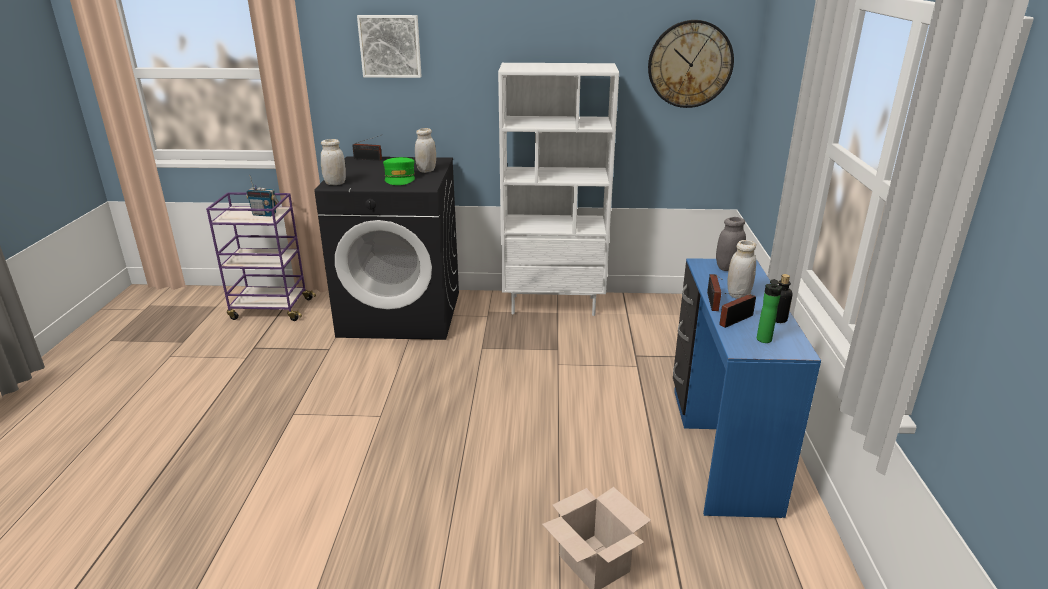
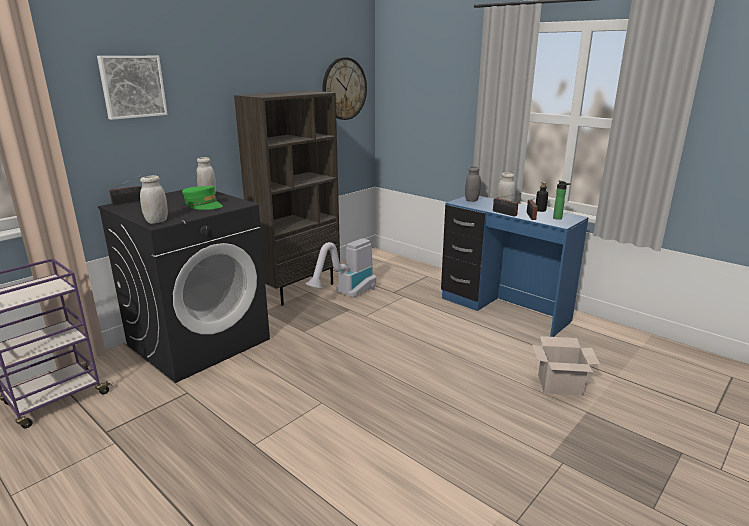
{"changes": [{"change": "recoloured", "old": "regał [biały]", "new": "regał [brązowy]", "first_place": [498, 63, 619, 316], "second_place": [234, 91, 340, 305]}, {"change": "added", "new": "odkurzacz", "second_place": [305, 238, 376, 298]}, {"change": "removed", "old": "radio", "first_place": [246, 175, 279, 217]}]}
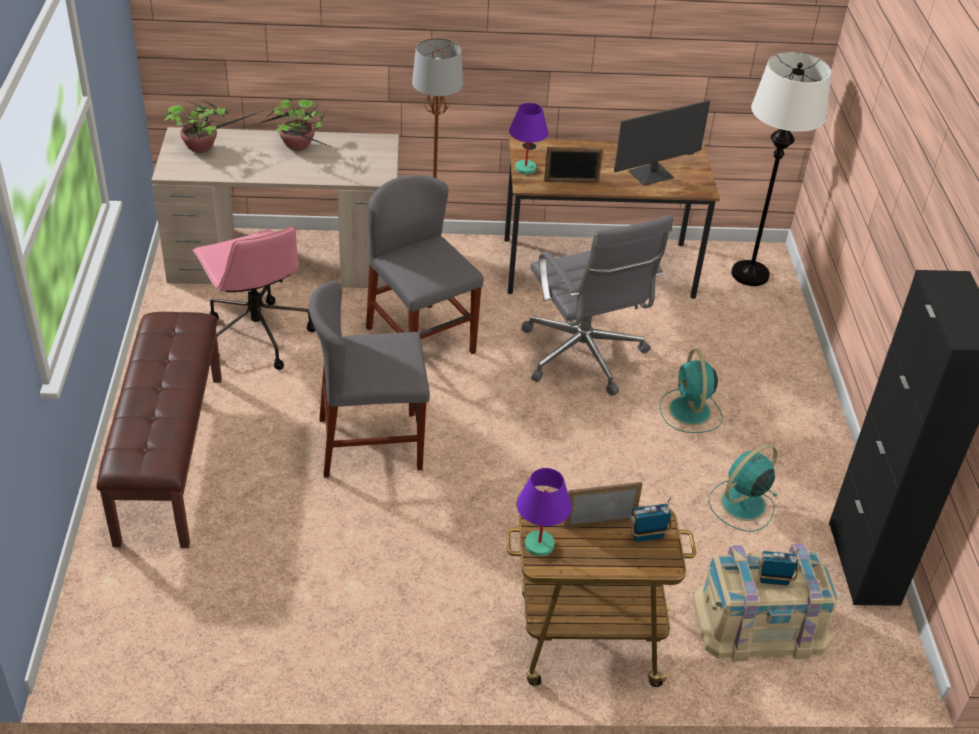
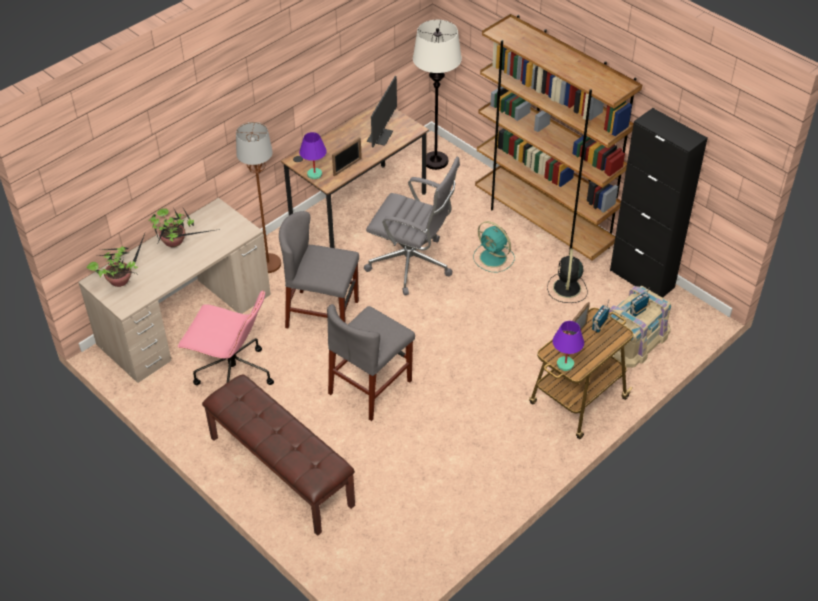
{"changes": [{"change": "added", "new": "regał [brązowy]", "second_place": [475, 13, 642, 261]}, {"change": "recoloured", "old": "wentylator [turkusowy]", "new": "wentylator [czarny]", "first_place": [708, 444, 777, 532], "second_place": [547, 249, 588, 303]}]}
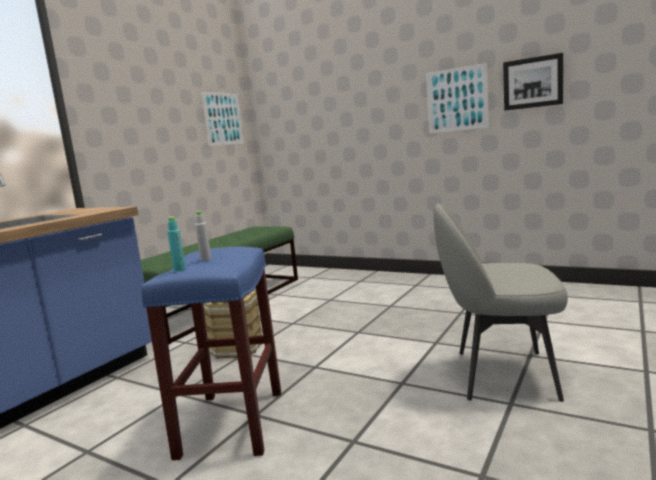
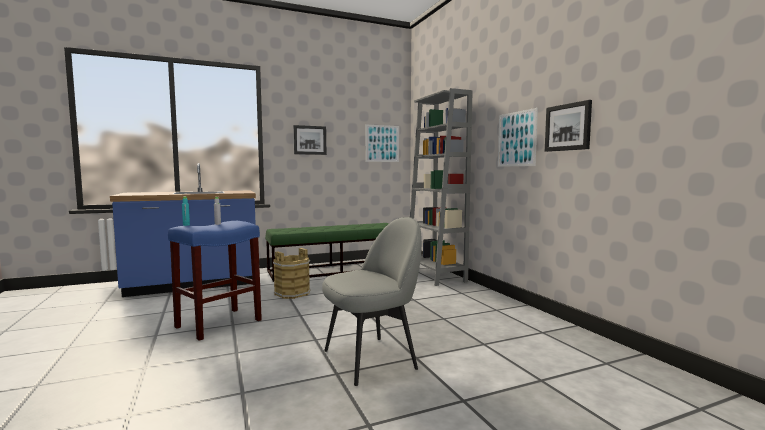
{"changes": [{"change": "added", "new": "obraz", "second_place": [293, 125, 327, 155]}, {"change": "turned", "old": "krzesło [szary]", "first_place": [433, 203, 568, 402], "second_place": [322, 217, 422, 386], "degrees": 105}, {"change": "added", "new": "regał [szary]", "second_place": [410, 88, 472, 286]}]}
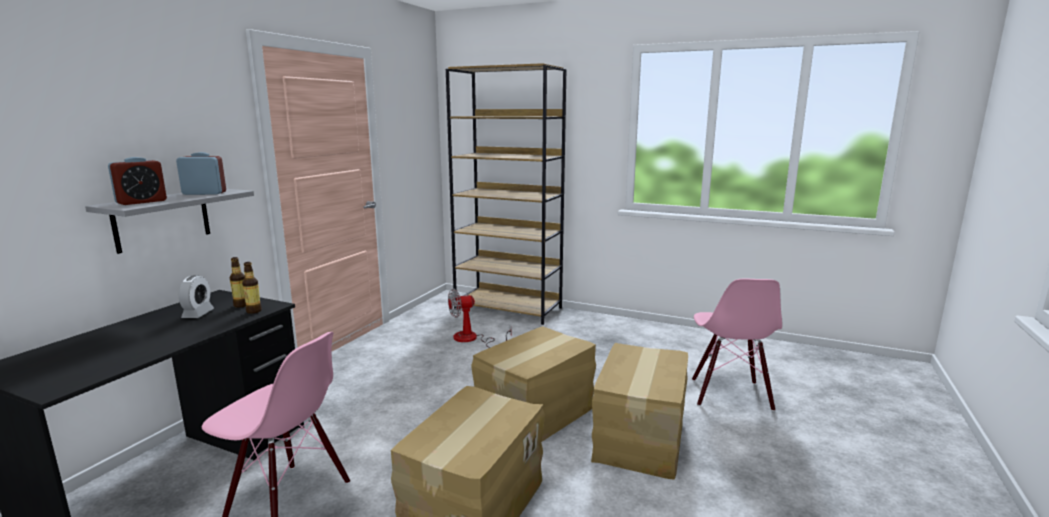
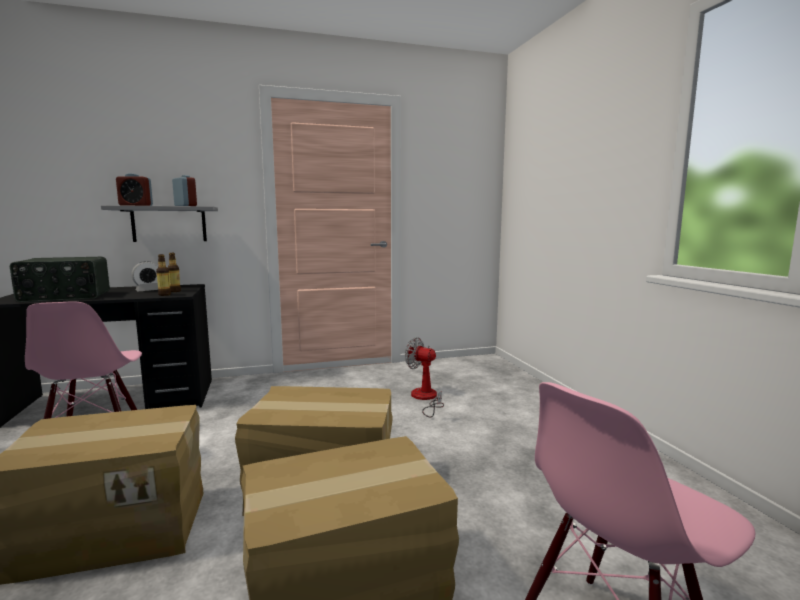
{"changes": [{"change": "added", "new": "radio", "second_place": [10, 257, 110, 302]}, {"change": "removed", "old": "regał [brązowy]", "first_place": [446, 63, 566, 325]}]}
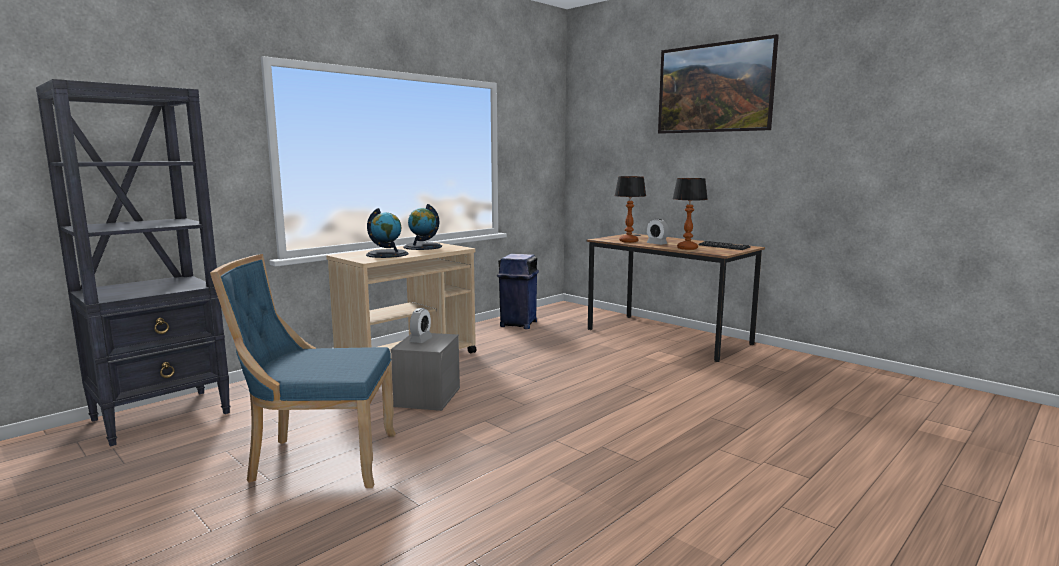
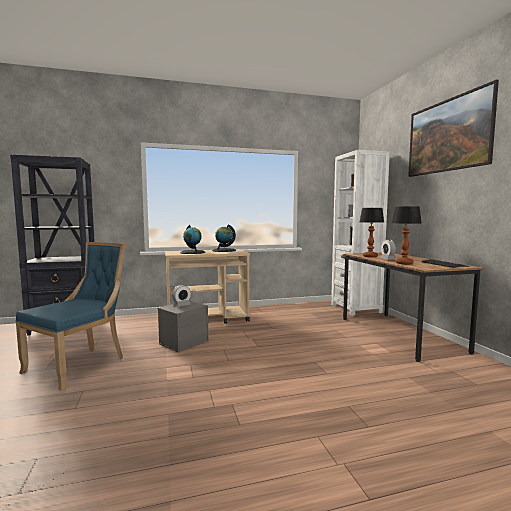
{"changes": [{"change": "turned", "old": "krzesło [niebieski]", "first_place": [210, 254, 396, 488], "second_place": [15, 242, 125, 391], "degrees": 90}, {"change": "added", "new": "regał [biały]", "second_place": [331, 150, 390, 316]}, {"change": "removed", "old": "kosz na śmieci [niebieski]", "first_place": [497, 254, 539, 329]}]}
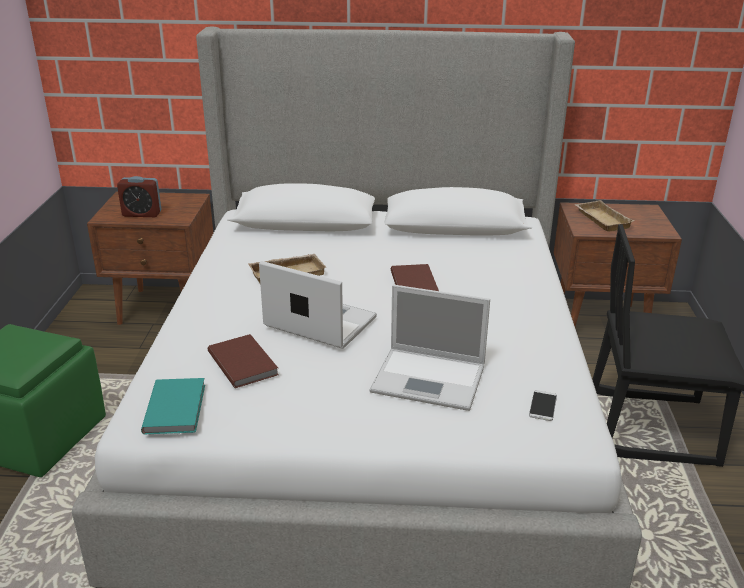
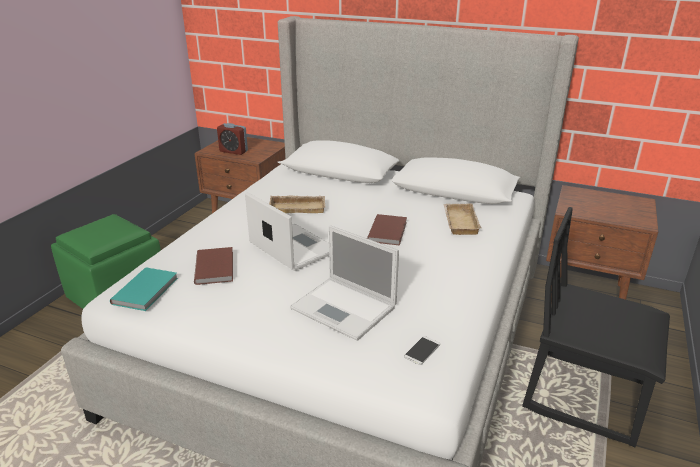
{"changes": [{"change": "moved", "old": "taca [beżowy]", "first_place": [575, 200, 635, 232], "second_place": [443, 203, 482, 235]}]}
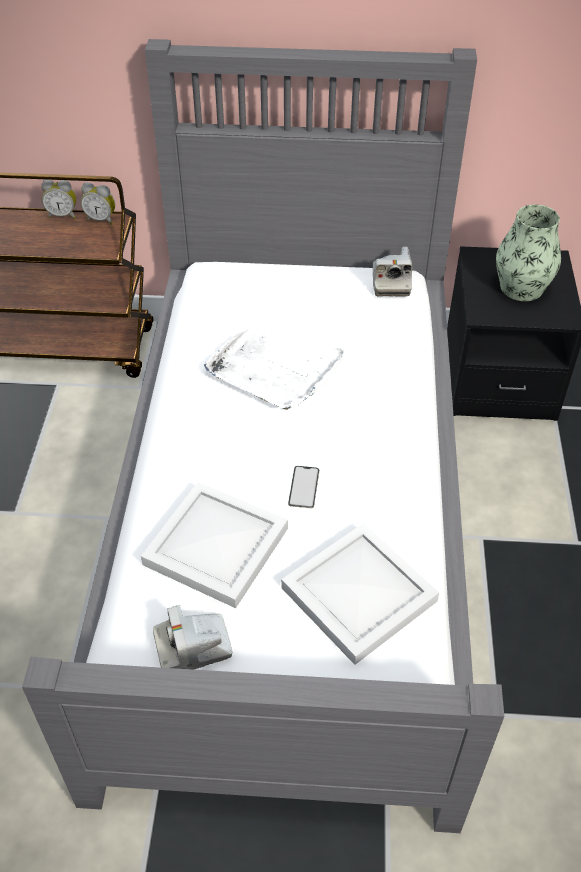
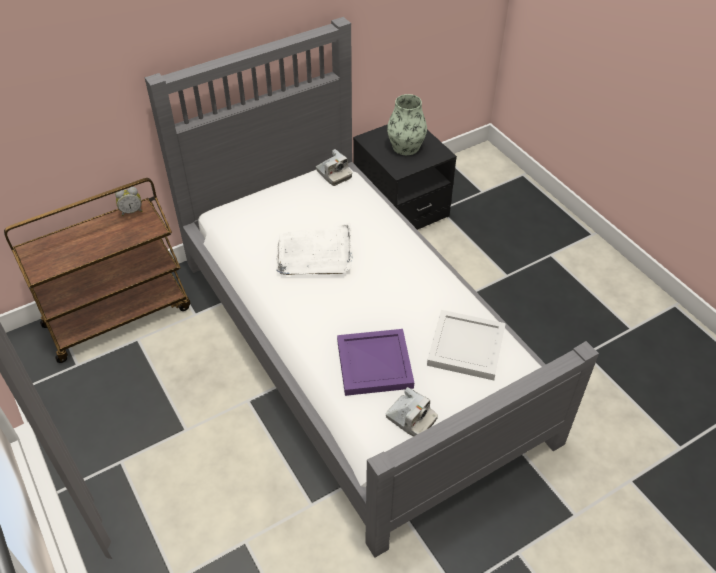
{"changes": [{"change": "recoloured", "old": "taca [biały]", "new": "taca [fioletowy]", "first_place": [141, 482, 288, 608], "second_place": [337, 329, 414, 396]}, {"change": "turned", "old": "aparat fotograficzny", "first_place": [153, 605, 232, 670], "second_place": [386, 387, 438, 437], "degrees": -90}, {"change": "removed", "old": "budzik", "first_place": [41, 179, 76, 219]}, {"change": "removed", "old": "telefon", "first_place": [288, 466, 319, 508]}]}
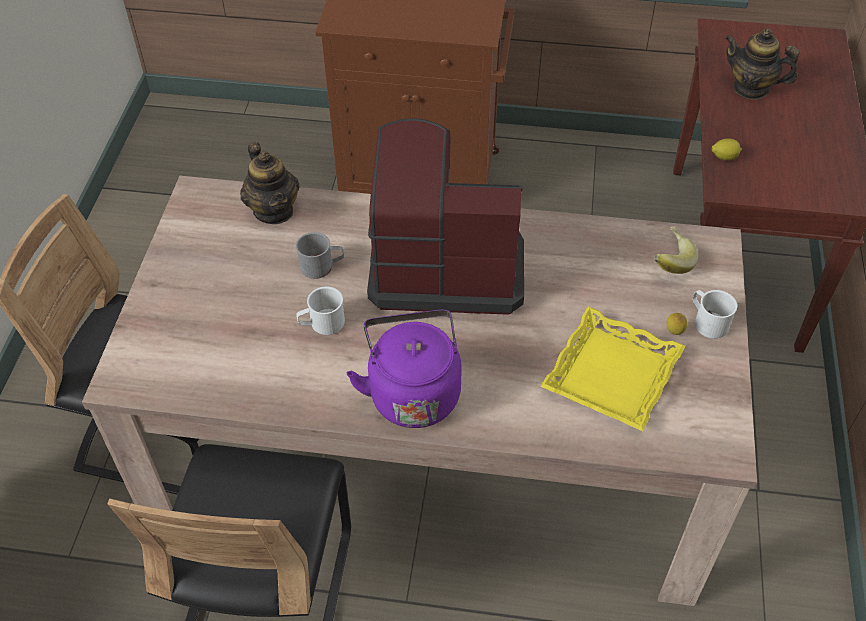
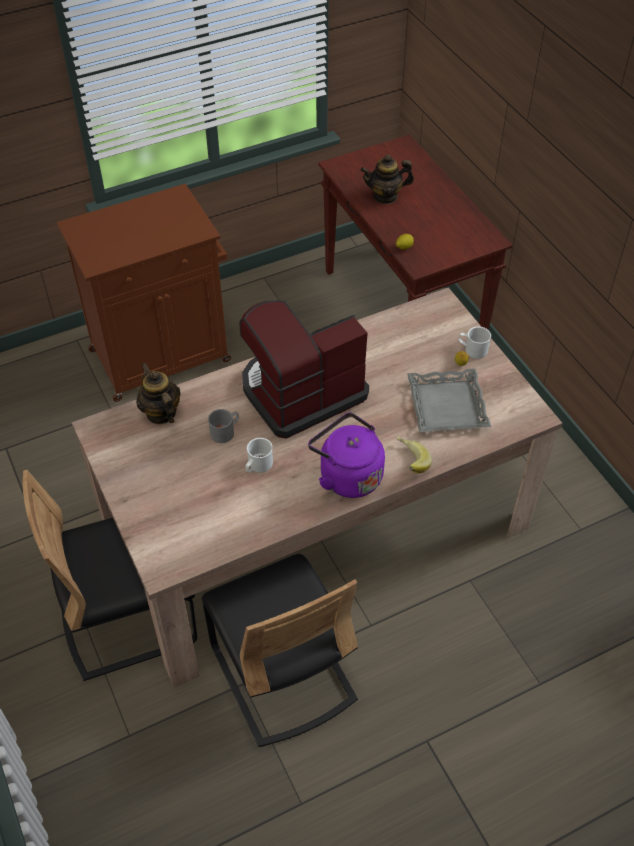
{"changes": [{"change": "turned", "old": "imbryk", "first_place": [240, 142, 299, 224], "second_place": [136, 363, 180, 424], "degrees": -150}, {"change": "moved", "old": "banan", "first_place": [654, 226, 699, 274], "second_place": [397, 436, 432, 474]}, {"change": "recoloured", "old": "taca [żółty]", "new": "taca [szary]", "first_place": [540, 306, 685, 431], "second_place": [407, 368, 491, 432]}]}
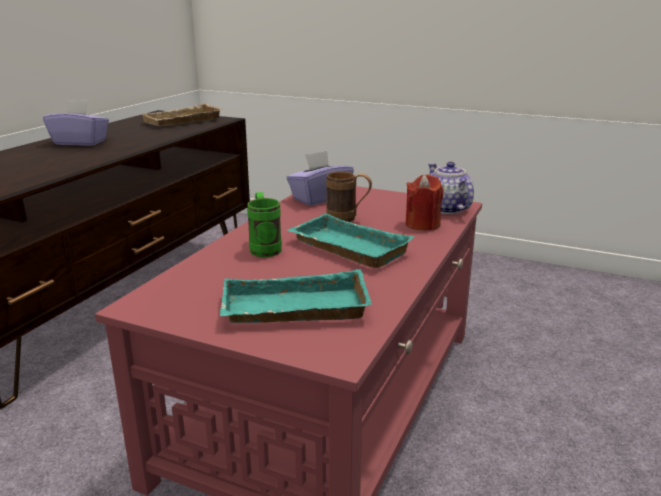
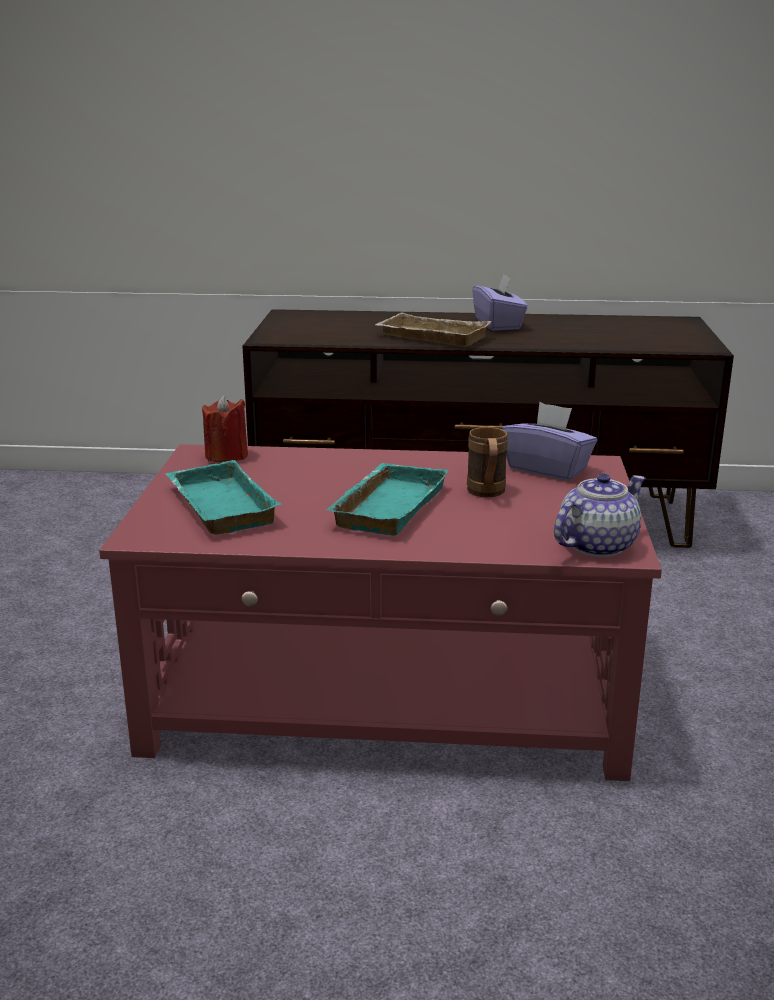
{"changes": [{"change": "moved", "old": "świeca [czerwony]", "first_place": [406, 174, 443, 230], "second_place": [202, 395, 248, 462]}, {"change": "moved", "old": "taca [beżowy]", "first_place": [140, 103, 223, 127], "second_place": [375, 313, 492, 346]}, {"change": "removed", "old": "kubek [zielony]", "first_place": [247, 192, 282, 257]}]}
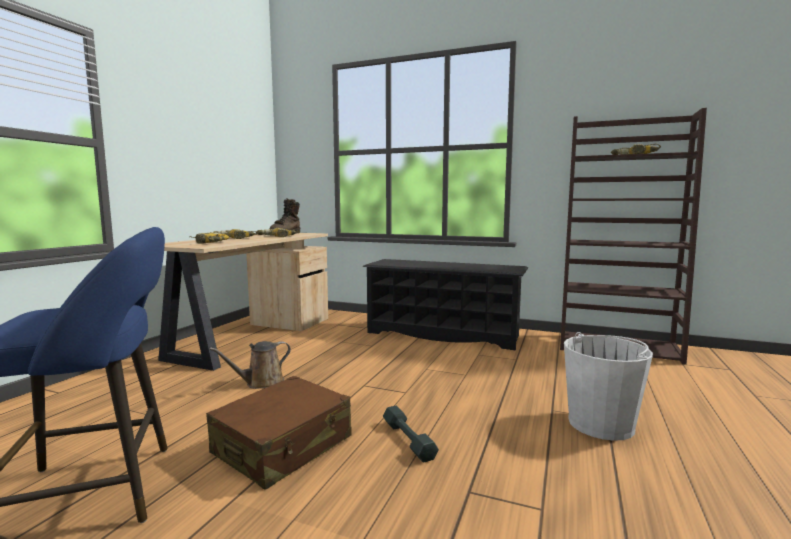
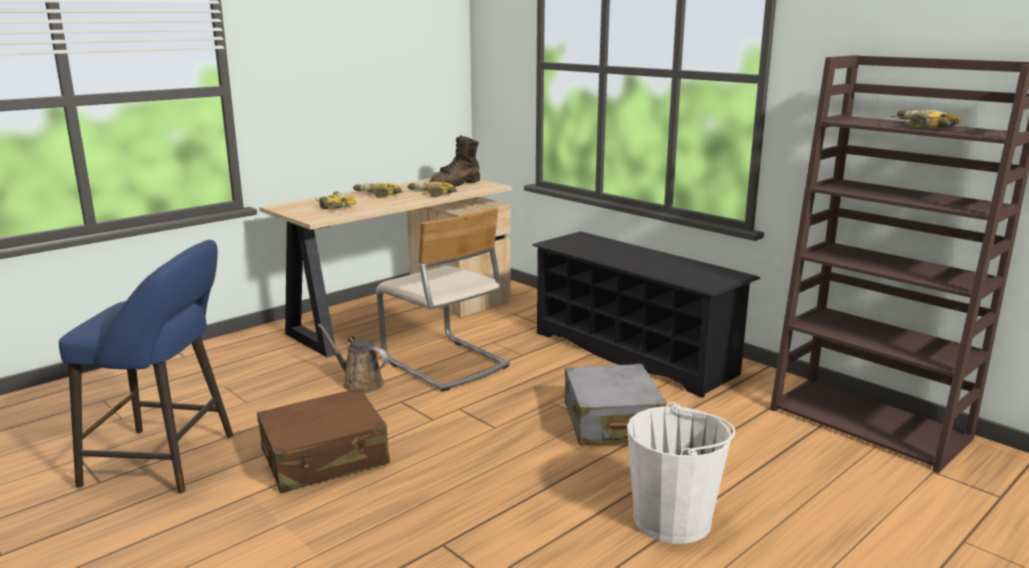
{"changes": [{"change": "turned", "old": "konewka [brązowy]", "first_place": [209, 341, 291, 389], "second_place": [318, 324, 388, 393], "degrees": 45}, {"change": "added", "new": "krzesło [beżowy]", "second_place": [376, 207, 510, 392]}, {"change": "added", "new": "walizka [szary]", "second_place": [564, 364, 667, 445]}, {"change": "removed", "old": "hantel [szary]", "first_place": [383, 406, 439, 463]}]}
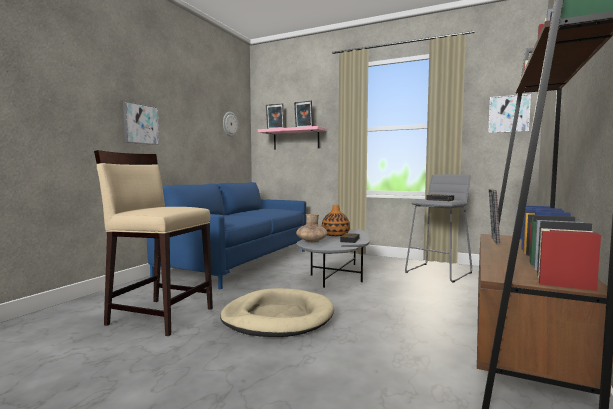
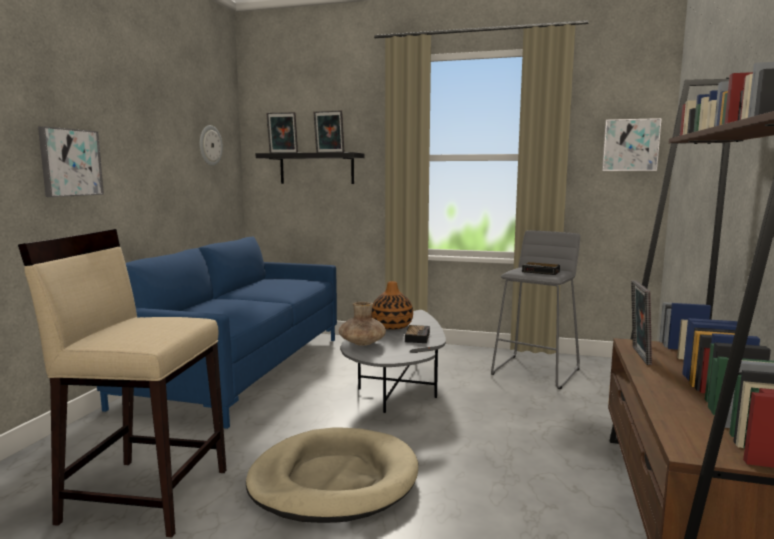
{"changes": [{"change": "recoloured", "old": "półka [różowy]", "new": "półka [czarny]", "first_place": [258, 126, 326, 150], "second_place": [256, 152, 365, 184]}]}
